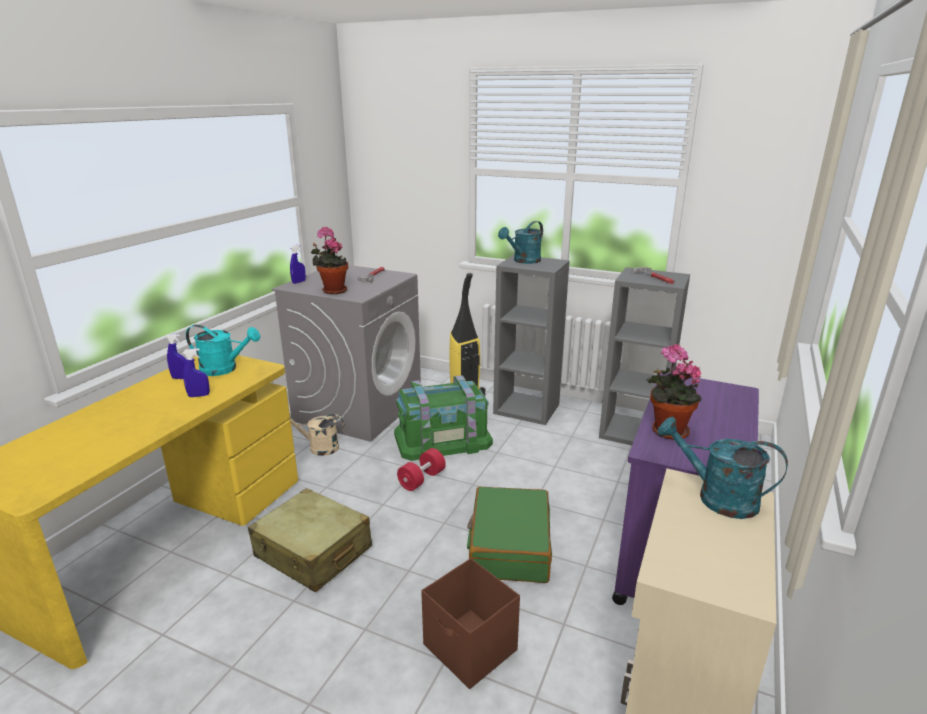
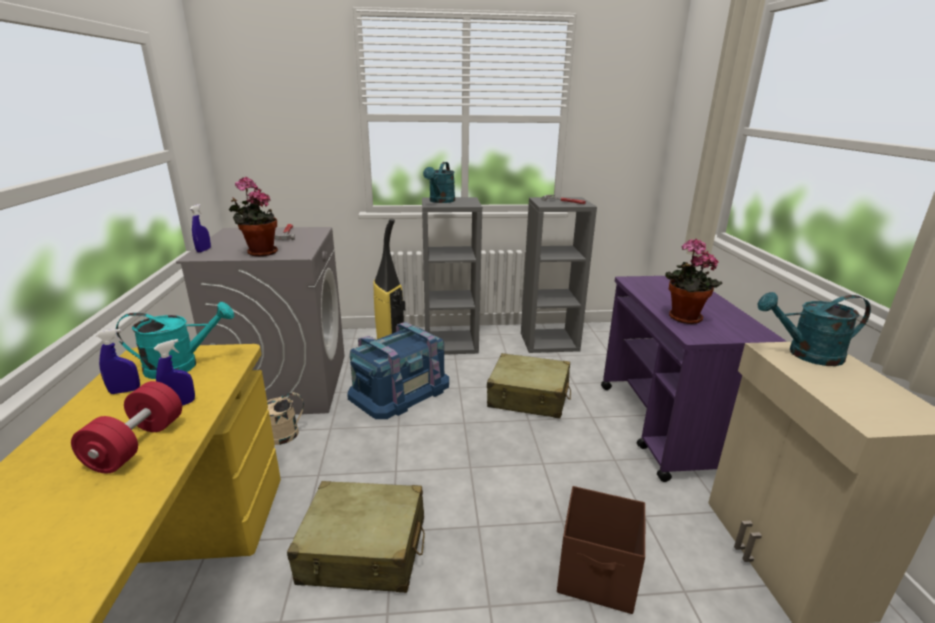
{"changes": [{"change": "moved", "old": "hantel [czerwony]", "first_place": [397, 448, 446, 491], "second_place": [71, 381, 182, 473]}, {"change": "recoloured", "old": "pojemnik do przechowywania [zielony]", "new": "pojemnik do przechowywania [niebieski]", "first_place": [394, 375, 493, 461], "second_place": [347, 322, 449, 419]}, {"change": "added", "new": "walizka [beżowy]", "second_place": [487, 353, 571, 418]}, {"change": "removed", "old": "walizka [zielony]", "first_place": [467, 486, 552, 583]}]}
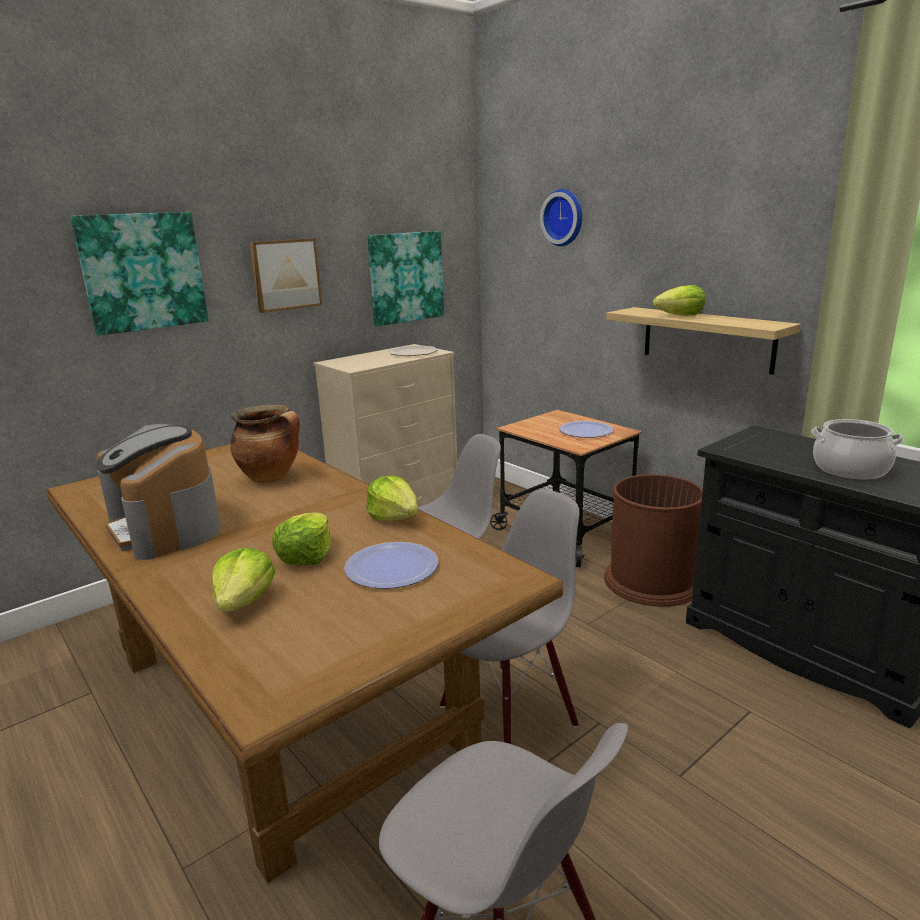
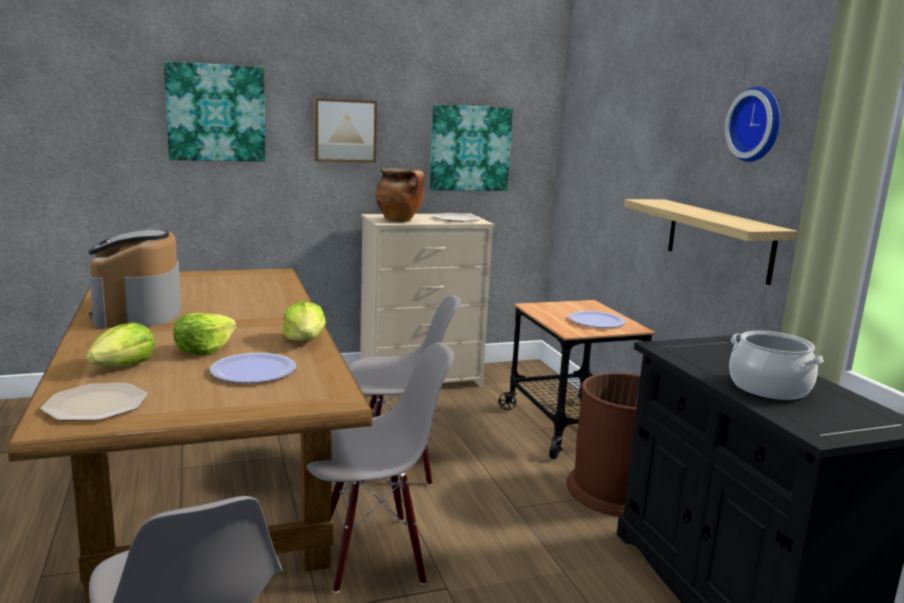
{"changes": [{"change": "added", "new": "talerz", "second_place": [40, 383, 148, 421]}, {"change": "moved", "old": "garnek", "first_place": [230, 405, 300, 483], "second_place": [376, 168, 425, 222]}, {"change": "moved", "old": "zegar ścienny", "first_place": [540, 189, 582, 246], "second_place": [725, 86, 781, 162]}, {"change": "removed", "old": "sałata", "first_place": [653, 285, 705, 316]}]}
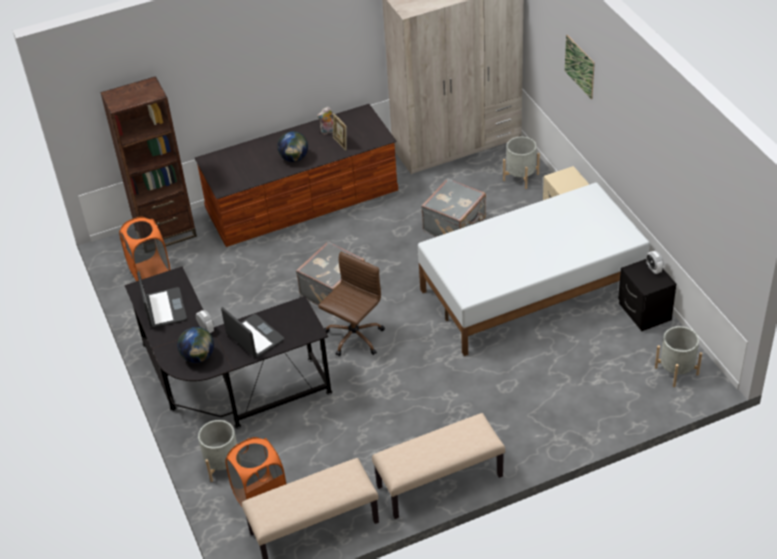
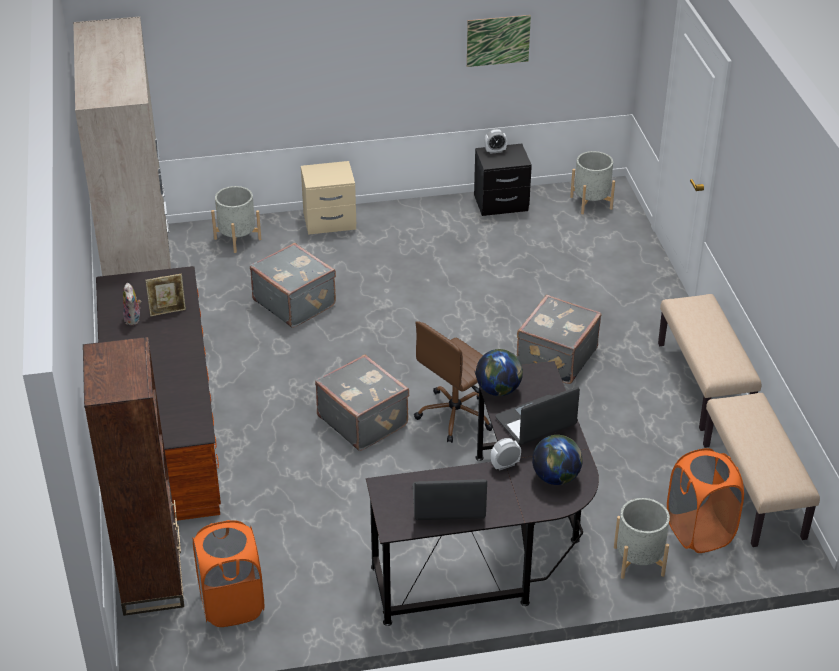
{"changes": [{"change": "turned", "old": "krzesło biurowe [brązowy]", "first_place": [318, 252, 385, 356], "second_place": [414, 321, 493, 443], "degrees": -90}, {"change": "moved", "old": "obraz", "first_place": [565, 35, 595, 99], "second_place": [467, 15, 531, 67]}, {"change": "moved", "old": "globus", "first_place": [277, 131, 308, 162], "second_place": [476, 349, 523, 396]}, {"change": "added", "new": "walizka [szary]", "second_place": [517, 295, 602, 384]}, {"change": "removed", "old": "łóżko [biały]", "first_place": [418, 183, 650, 356]}]}
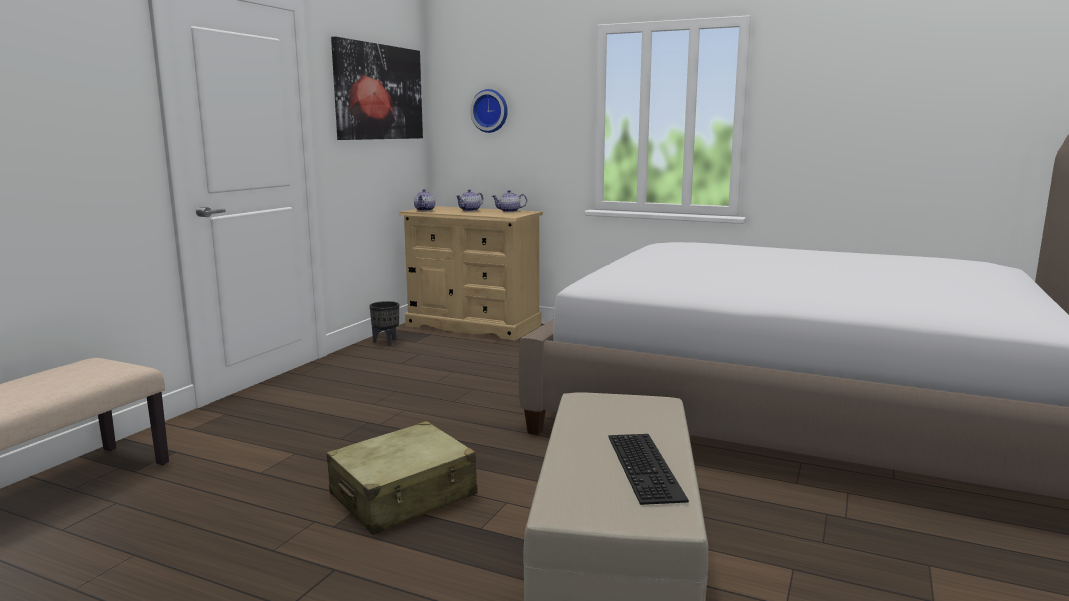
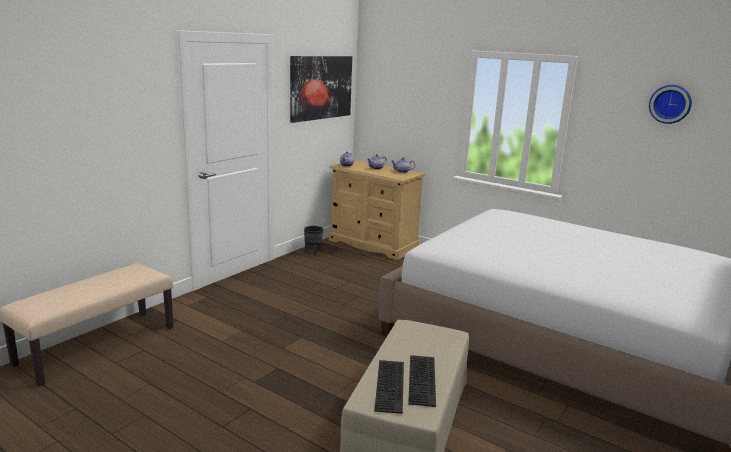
{"changes": [{"change": "added", "new": "klawiatura", "second_place": [374, 360, 404, 414]}, {"change": "moved", "old": "zegar ścienny", "first_place": [470, 89, 508, 133], "second_place": [649, 85, 692, 124]}, {"change": "removed", "old": "walizka [beżowy]", "first_place": [326, 421, 477, 535]}]}
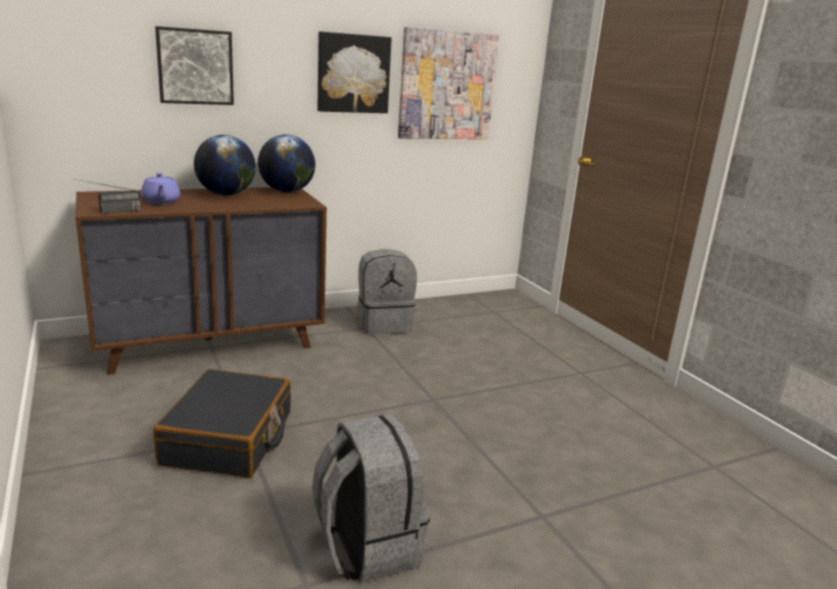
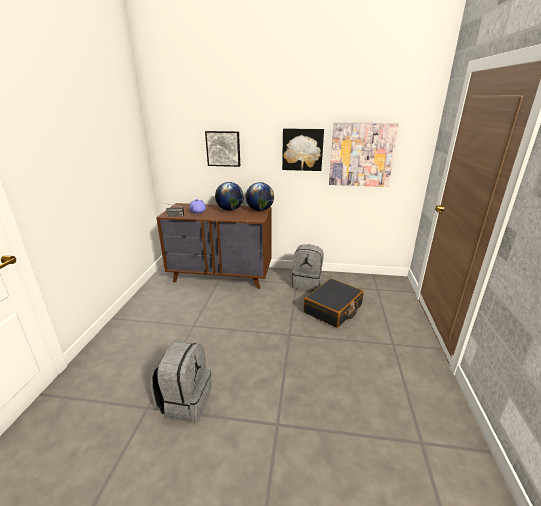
{"changes": [{"change": "moved", "old": "walizka [czarny]", "first_place": [153, 369, 291, 478], "second_place": [304, 279, 364, 328]}]}
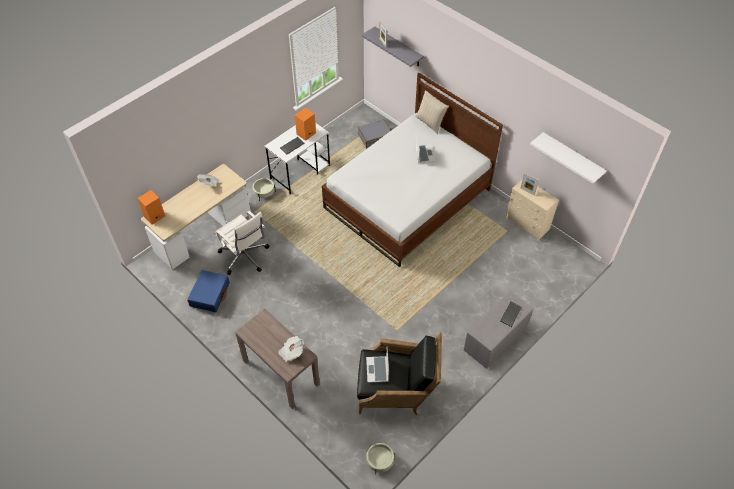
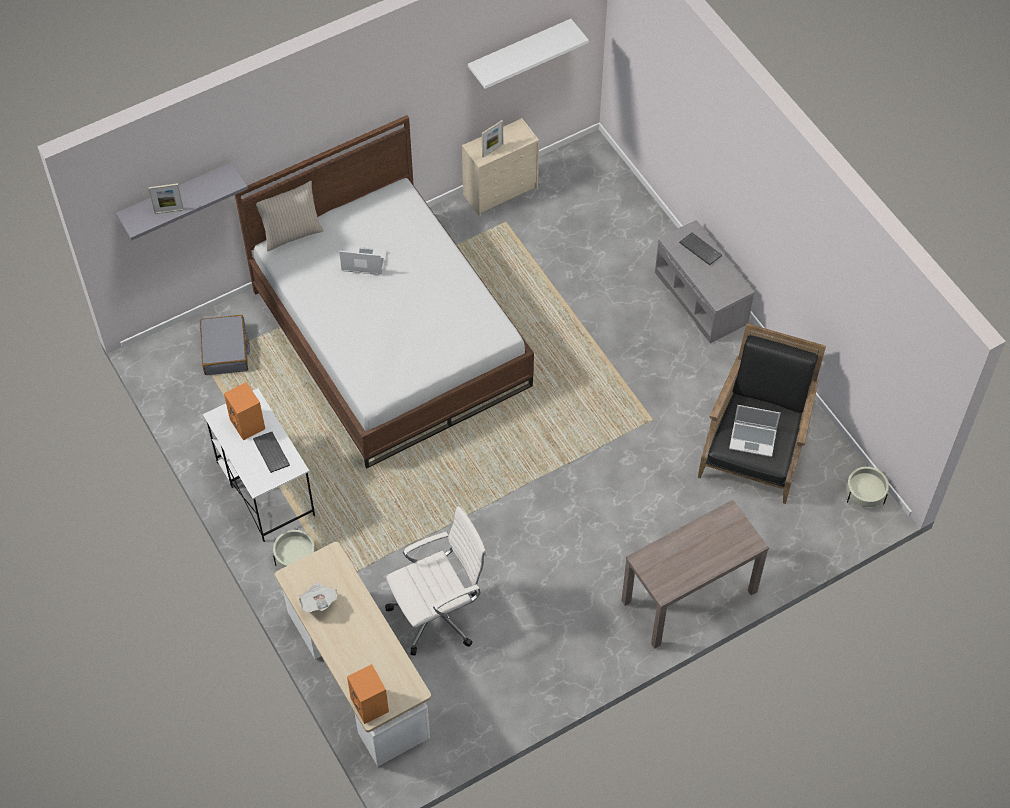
{"changes": [{"change": "removed", "old": "walizka [niebieski]", "first_place": [187, 270, 230, 312]}, {"change": "removed", "old": "gazeta", "first_place": [278, 336, 304, 362]}]}
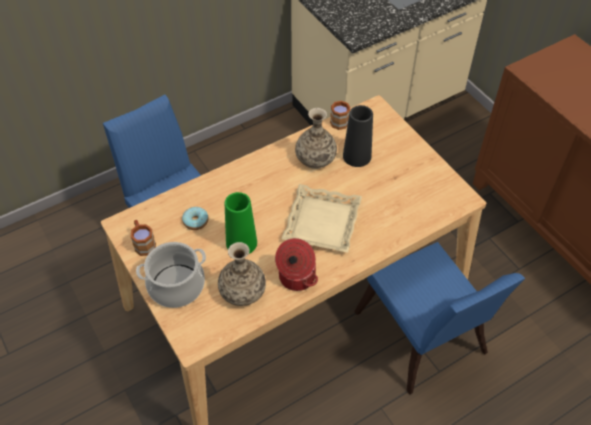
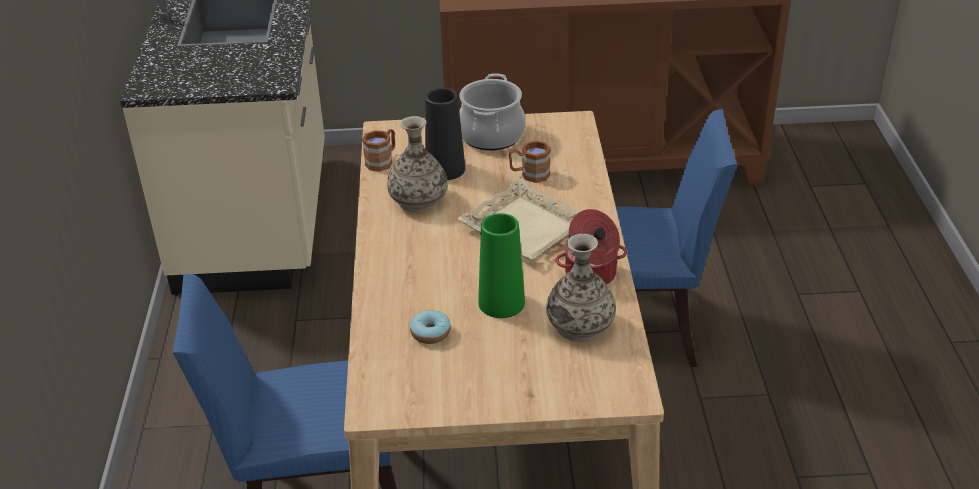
{"changes": [{"change": "moved", "old": "garnek", "first_place": [136, 242, 206, 308], "second_place": [459, 73, 526, 150]}, {"change": "moved", "old": "kubek [brązowy]", "first_place": [130, 220, 156, 256], "second_place": [509, 140, 551, 183]}]}
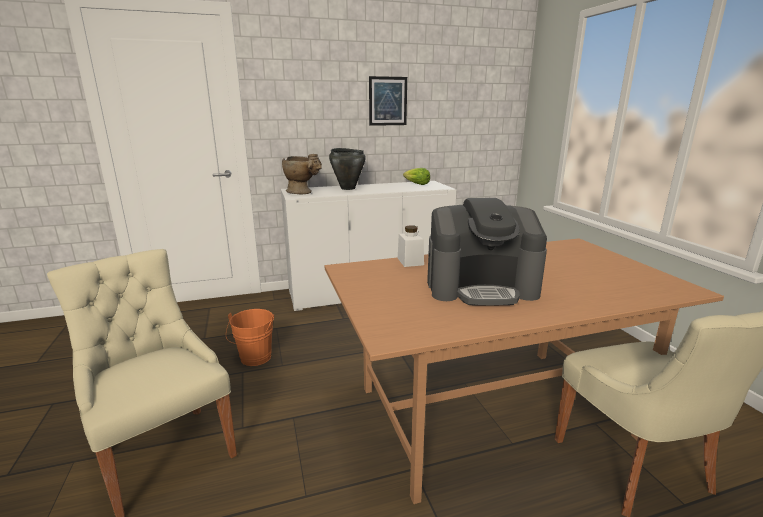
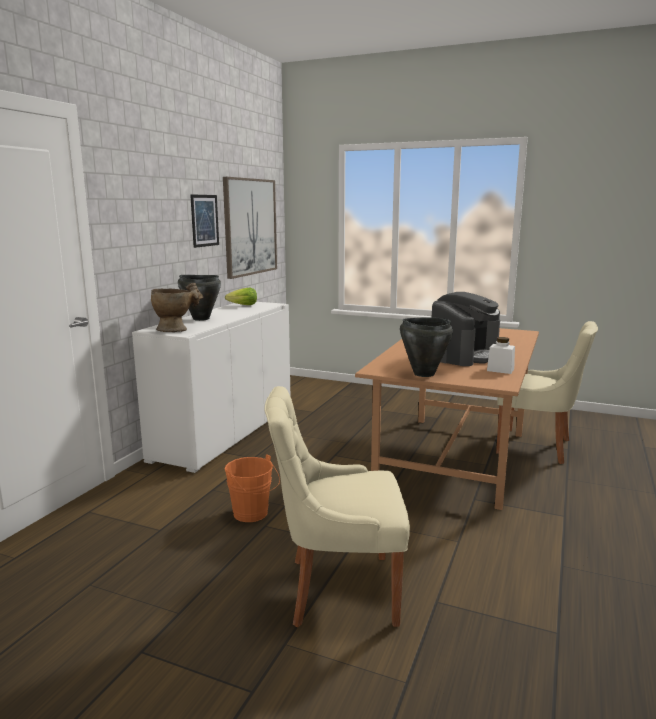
{"changes": [{"change": "added", "new": "obraz", "second_place": [223, 177, 277, 279]}, {"change": "added", "new": "garnek [czarny]", "second_place": [400, 317, 453, 377]}, {"change": "moved", "old": "słoik [biały]", "first_place": [398, 225, 424, 267], "second_place": [487, 337, 515, 374]}]}
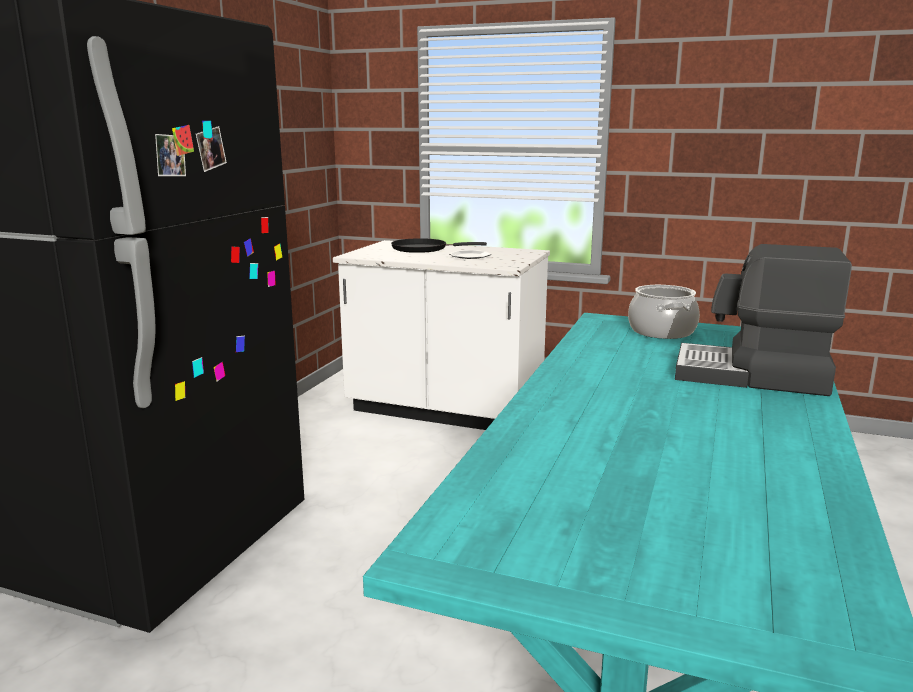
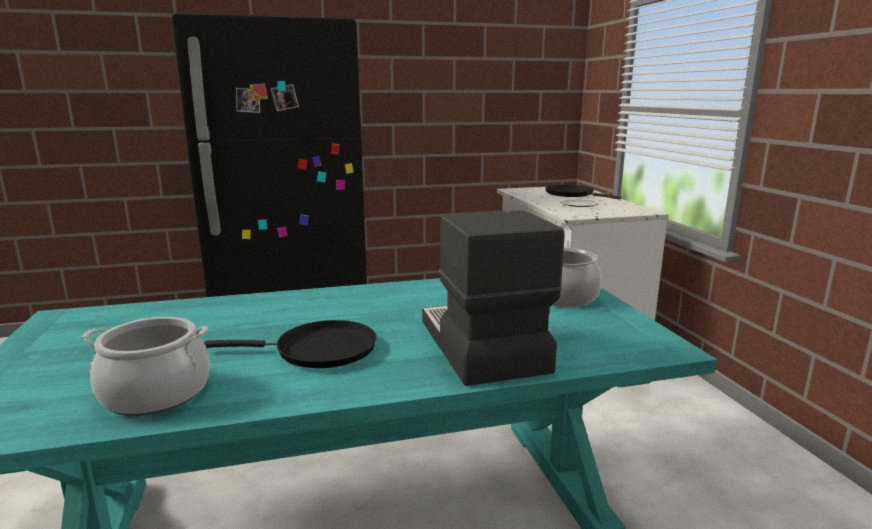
{"changes": [{"change": "added", "new": "garnek", "second_place": [82, 317, 210, 416]}, {"change": "added", "new": "patelnia [czarny]", "second_place": [204, 320, 377, 368]}]}
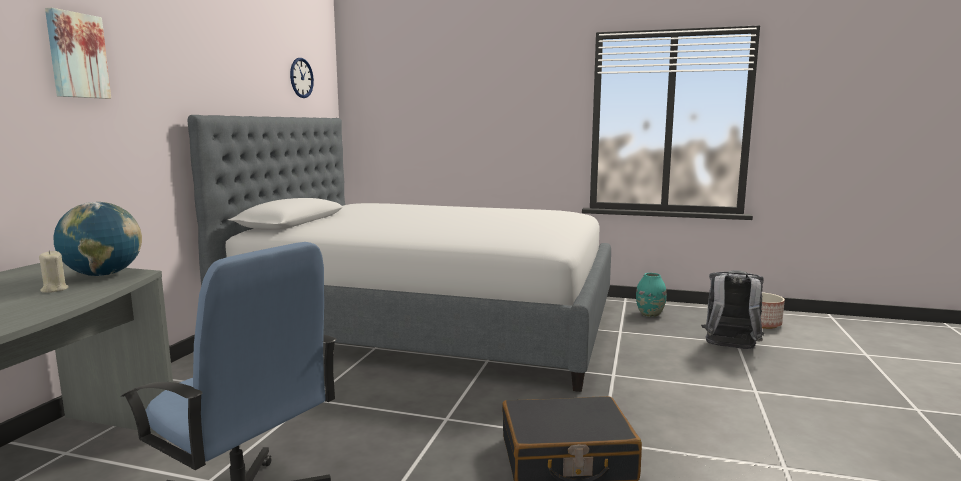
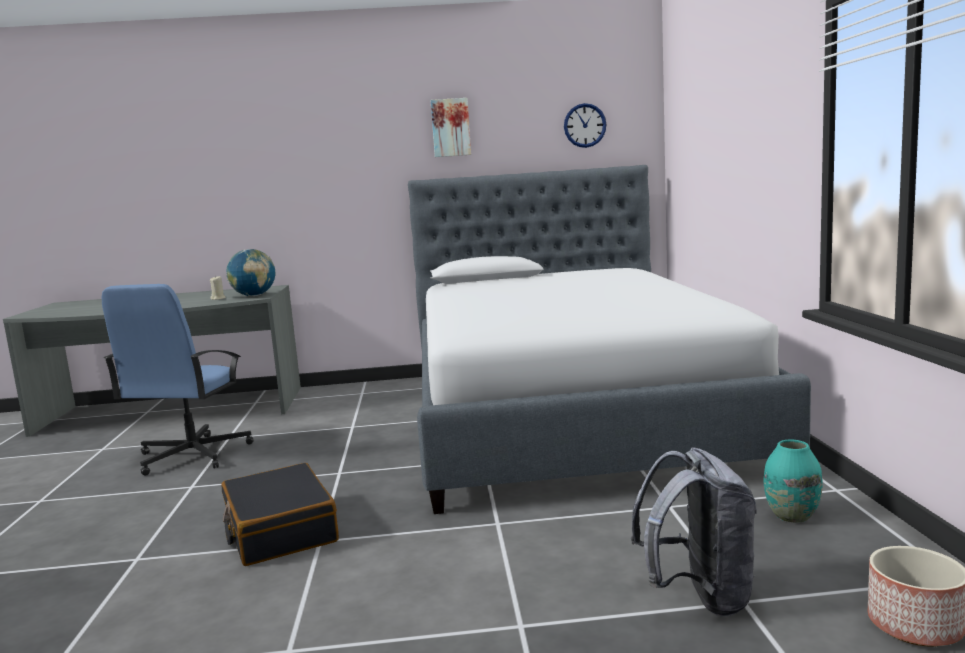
{"changes": [{"change": "moved", "old": "obraz", "first_place": [45, 8, 111, 99], "second_place": [431, 98, 471, 157]}]}
